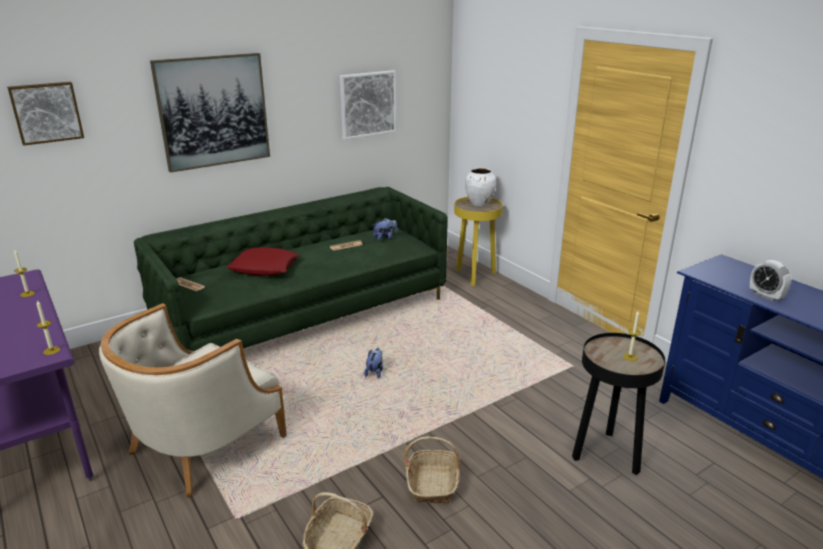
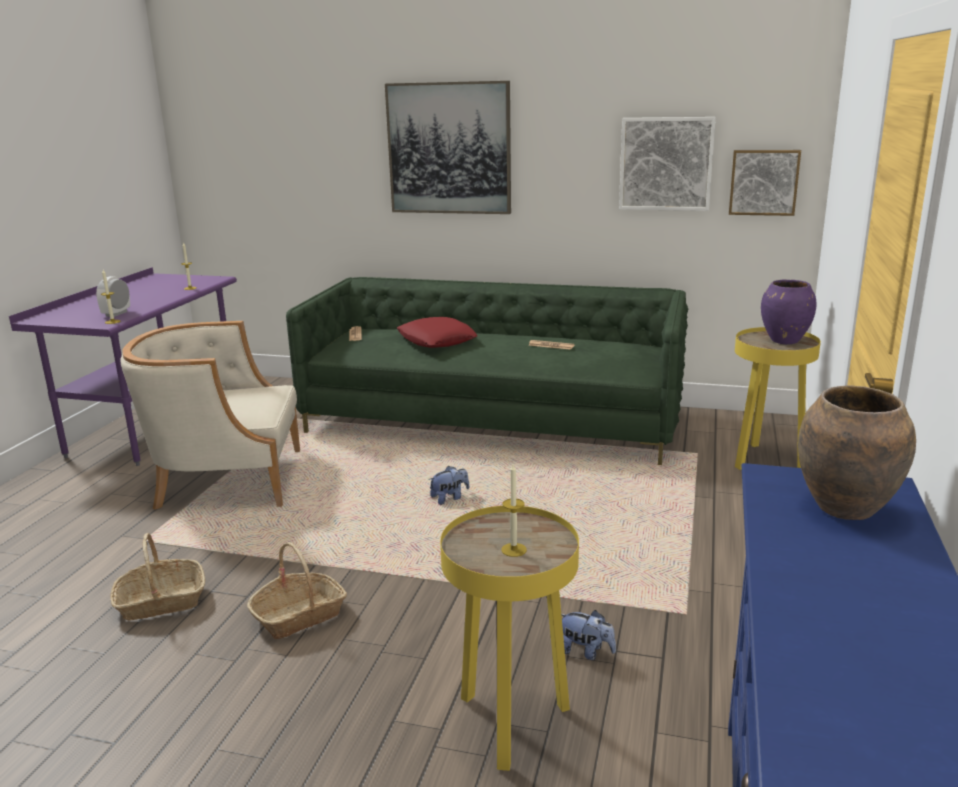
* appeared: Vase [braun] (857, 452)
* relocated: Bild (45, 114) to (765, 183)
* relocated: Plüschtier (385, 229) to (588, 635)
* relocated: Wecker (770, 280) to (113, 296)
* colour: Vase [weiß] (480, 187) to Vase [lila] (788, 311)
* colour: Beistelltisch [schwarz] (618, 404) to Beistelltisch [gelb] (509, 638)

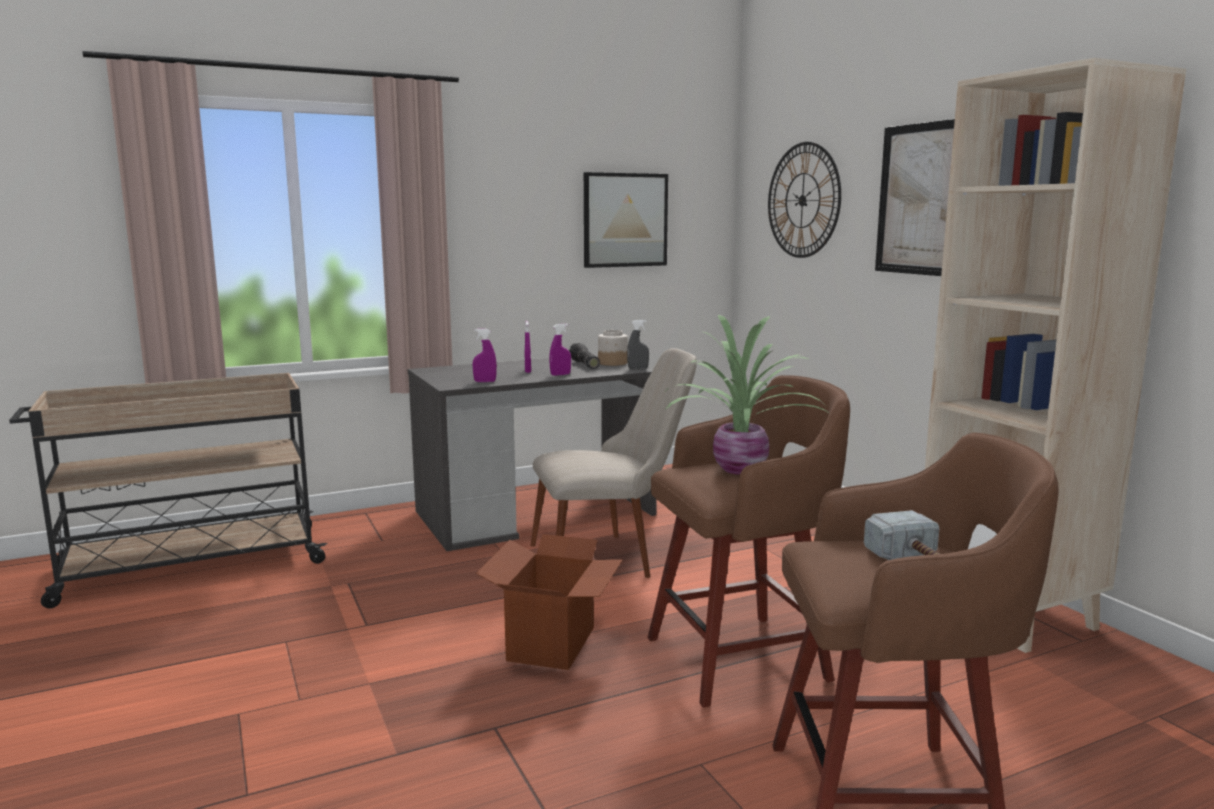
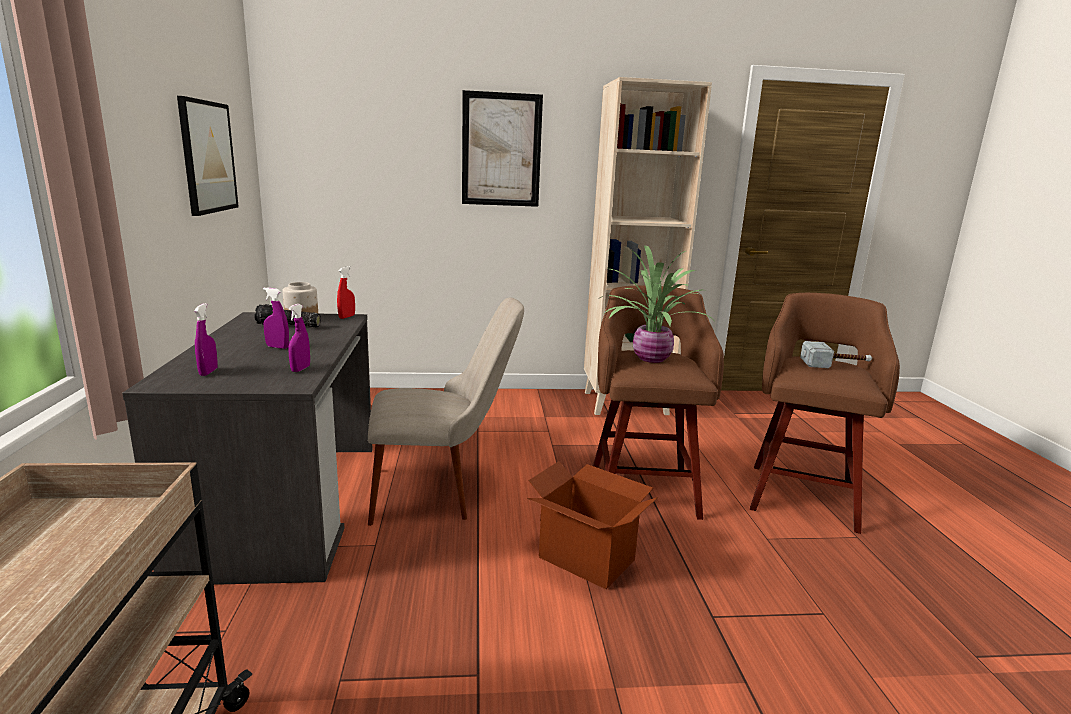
* missing: Wanduhr (804, 200)
* relocated: Sprühflasche [lila] (560, 350) to (206, 339)
* colour: Sprühflasche [grau] (638, 344) to Sprühflasche [rot] (346, 292)
* spun: Stuhl [beige] (613, 463) = (446, 411) 75 degrees clockwise

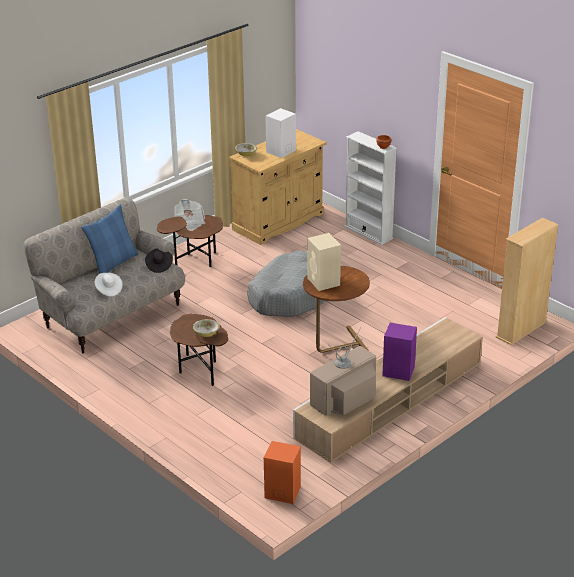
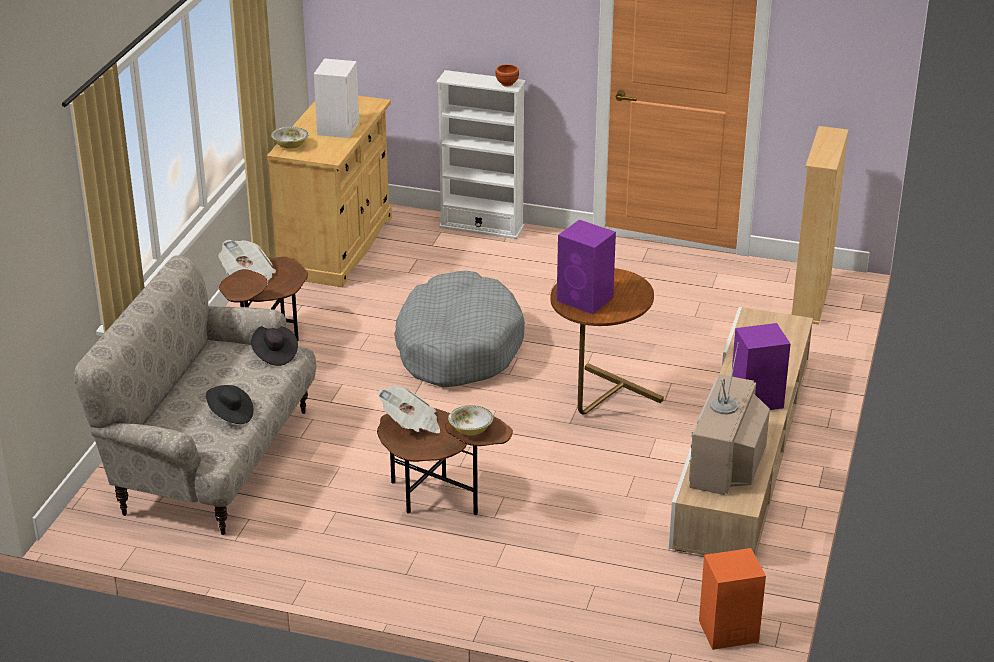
* missing: Kissen [blau] (109, 239)
* appeared: Zeitung (409, 409)
* colour: Hut [weiß] (108, 284) to Hut [schwarz] (230, 404)
* colour: Lautsprecher [beige] (324, 262) to Lautsprecher [lila] (586, 267)

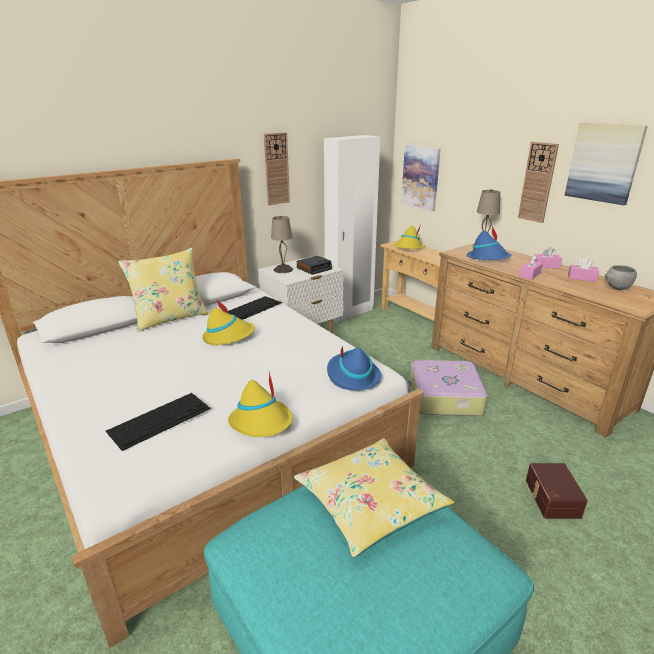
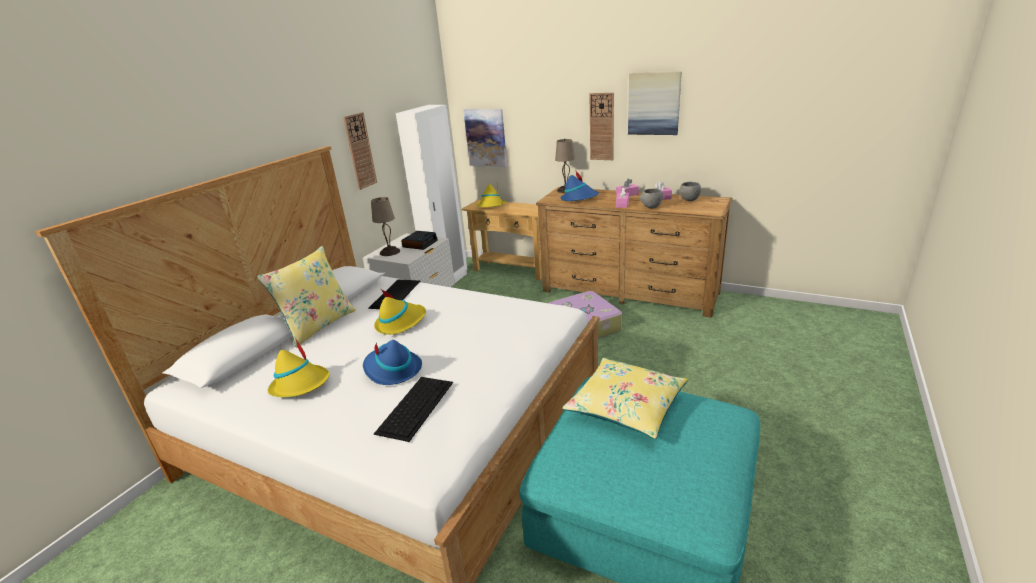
* missing: Aufbewahrungsbox [braun] (557, 491)
* appeared: Schüssel [grau] (651, 198)
* relocated: Hut [gelb] (260, 404) to (298, 367)
* relocated: Hut [blau] (354, 368) to (392, 362)

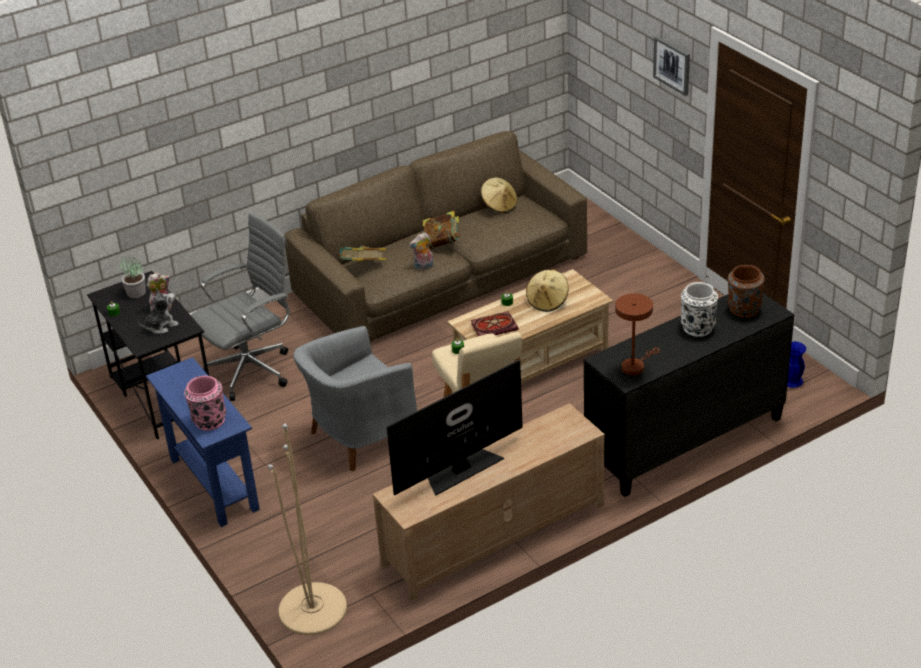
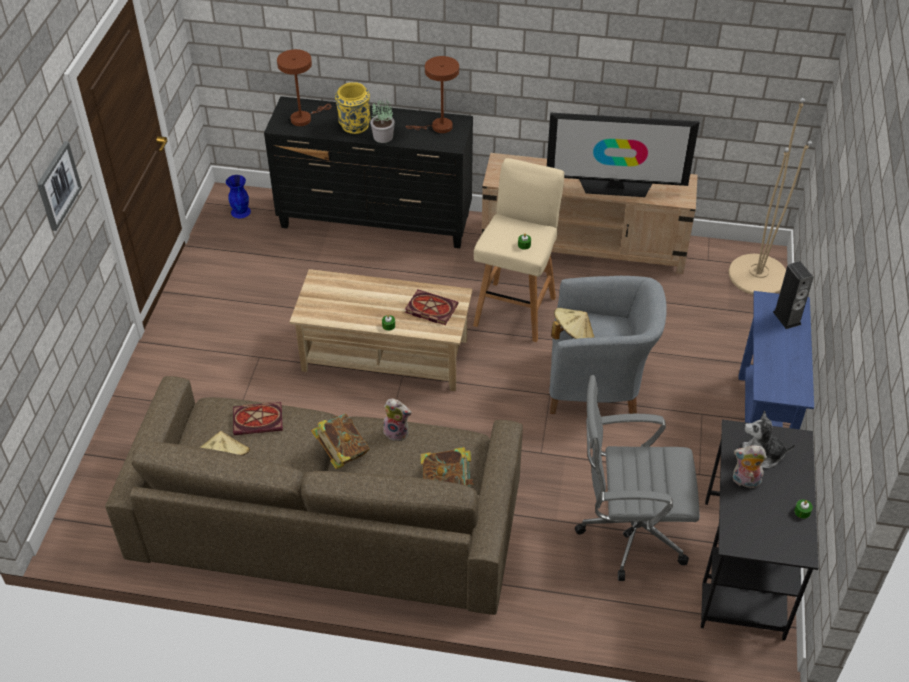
* appeared: Buch (258, 418)
* relocated: Topfpflanze (132, 277) to (382, 121)
* relocated: Hut [beige] (547, 290) to (573, 324)
* exchanged: Vase [rosa] (205, 403) to Lautsprecher (793, 295)
* exchanged: Vase [braun] (746, 291) to Tischlampe [braun] (304, 87)
* colour: Vase [weiß] (699, 309) to Vase [gelb] (353, 108)

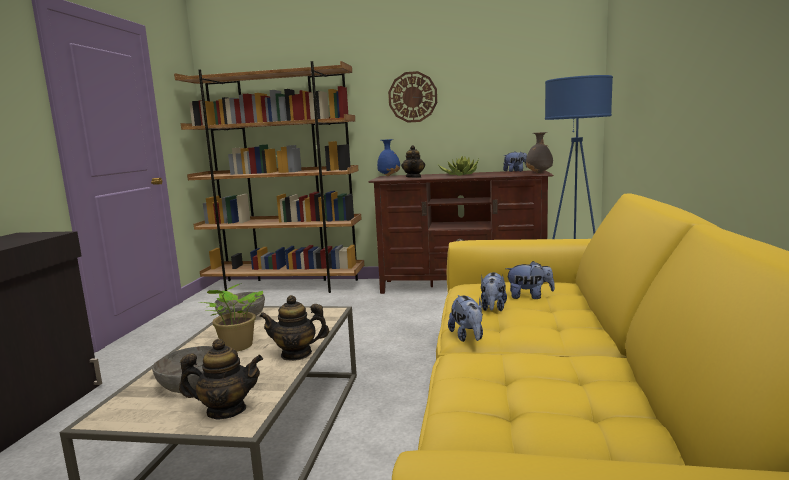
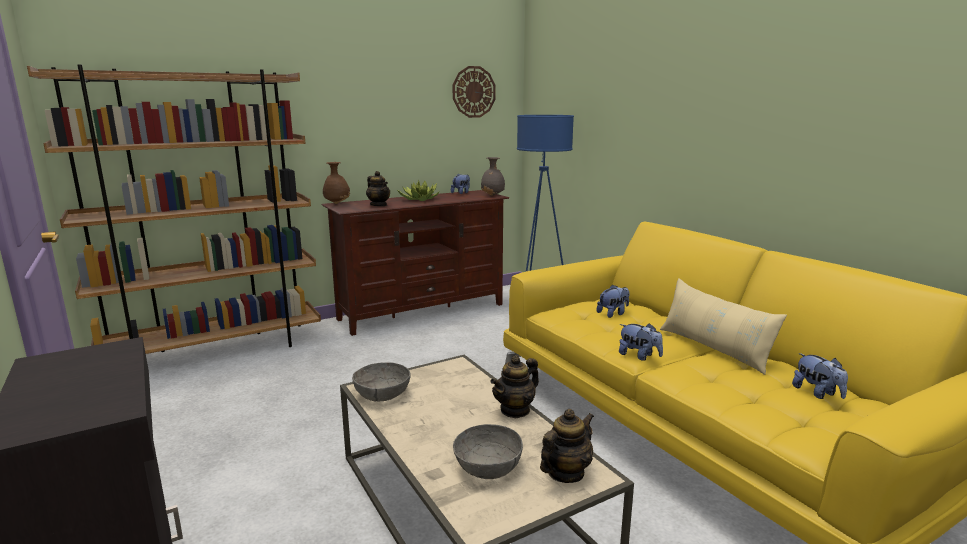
* missing: Topfpflanze (231, 317)
* appeared: Kissen [beige] (723, 326)
* relocated: Wanduhr (412, 97) to (474, 92)
* relocated: Plüschtier (494, 291) to (820, 376)
* colour: Vase [blau] (388, 157) to Vase [braun] (336, 183)

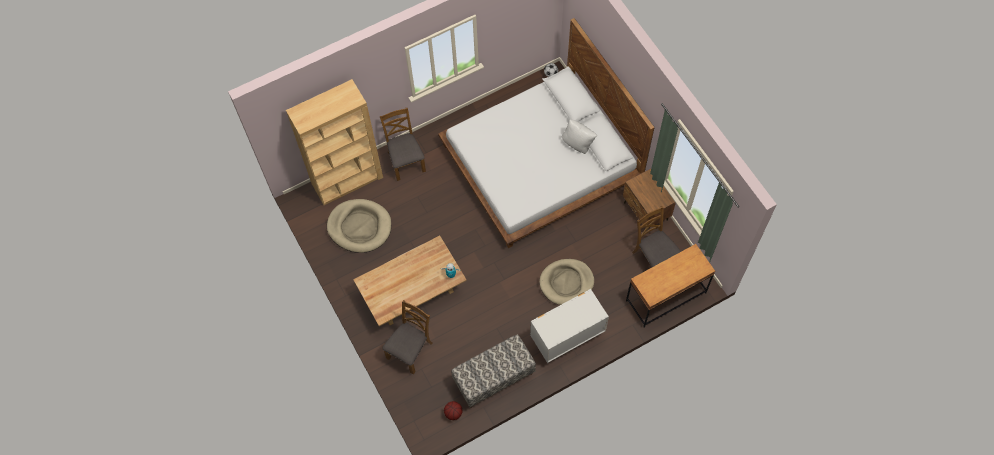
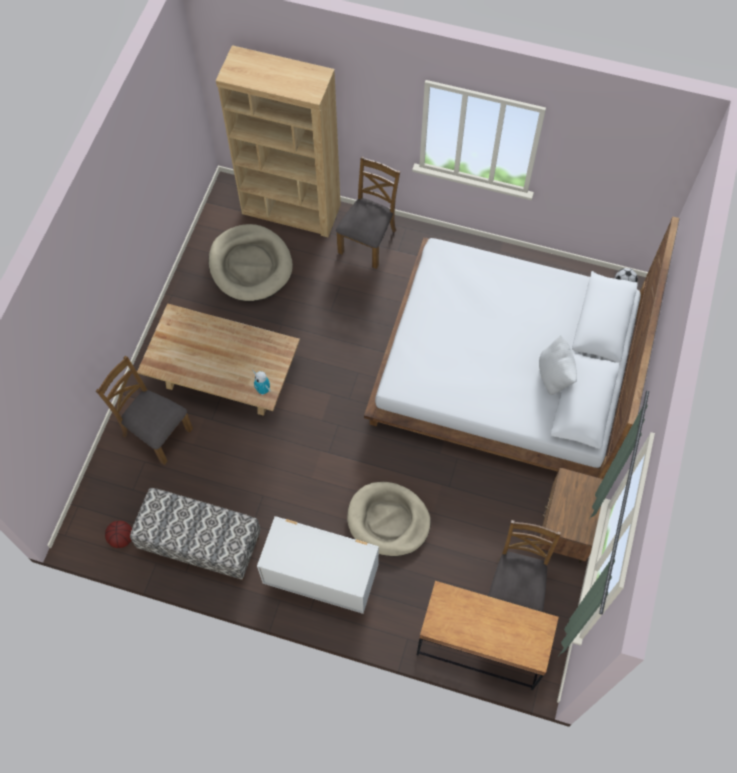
* spun: Stuhl [braun] (407, 337) = (144, 410) 135 degrees counterclockwise

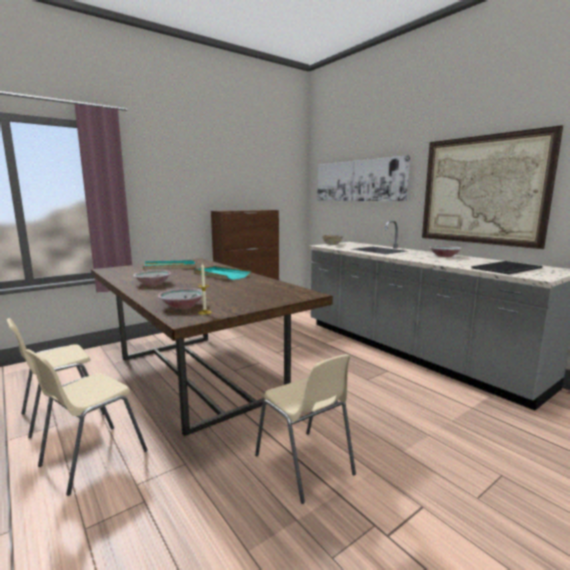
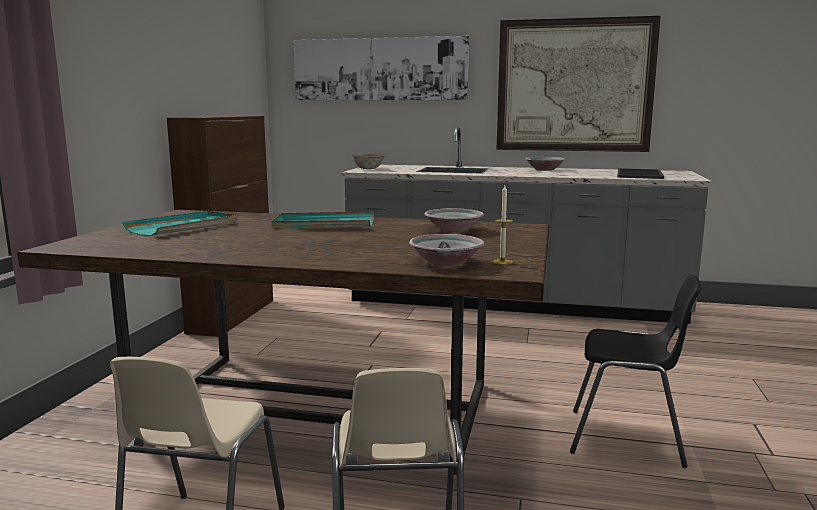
* relocated: Schüssel (152, 278) to (454, 220)
* colour: Stuhl [beige] (305, 429) to Stuhl [schwarz] (635, 371)

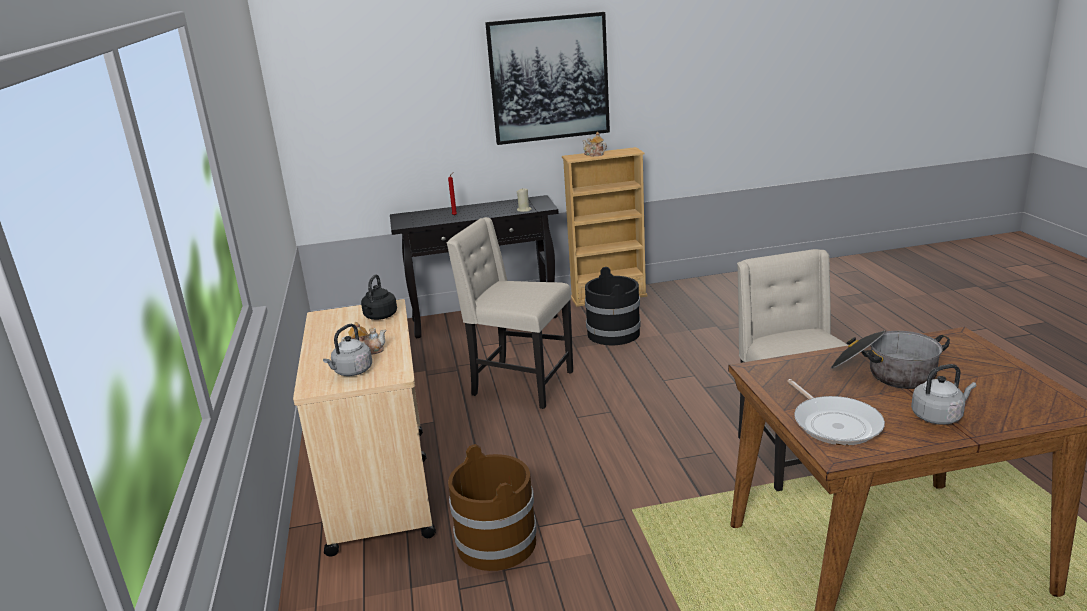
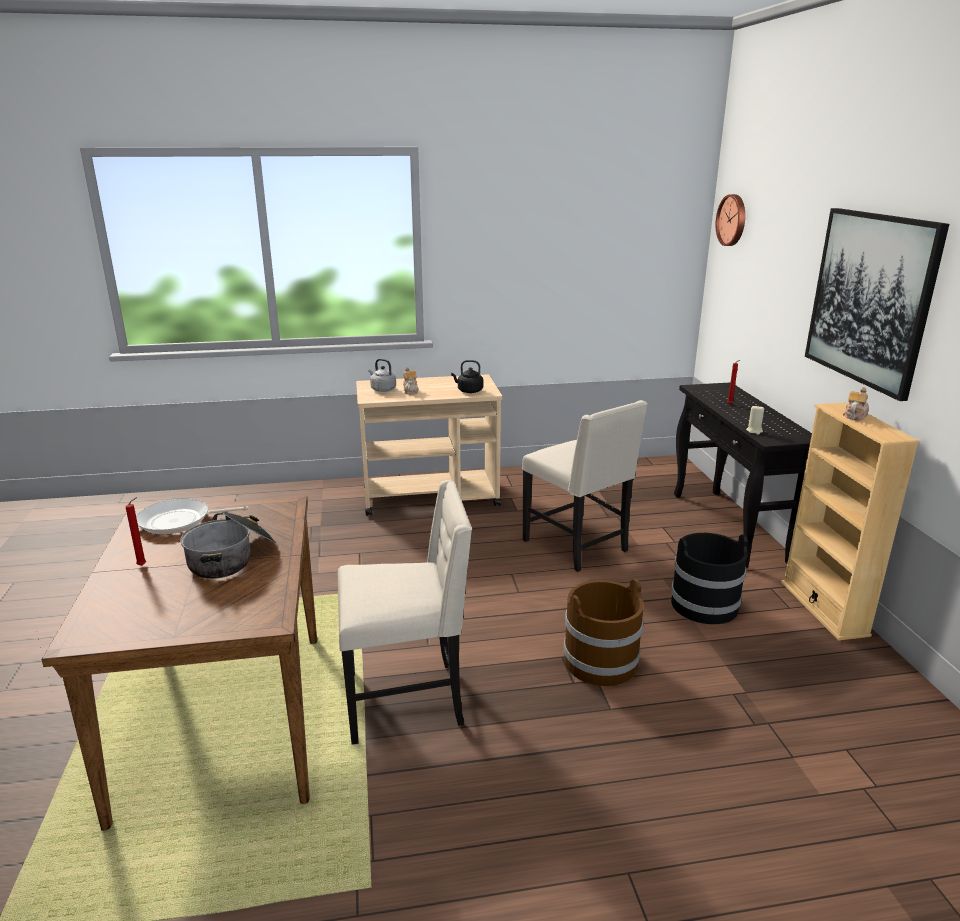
* appeared: Wanduhr (730, 220)
* relocated: Eimer [braun] (492, 507) to (604, 632)
* exchanged: Wasserkessel [grau] (943, 394) to Kerze [rot] (135, 531)
* spun: Stuhl [beige] (510, 313) = (585, 486) 120 degrees clockwise

